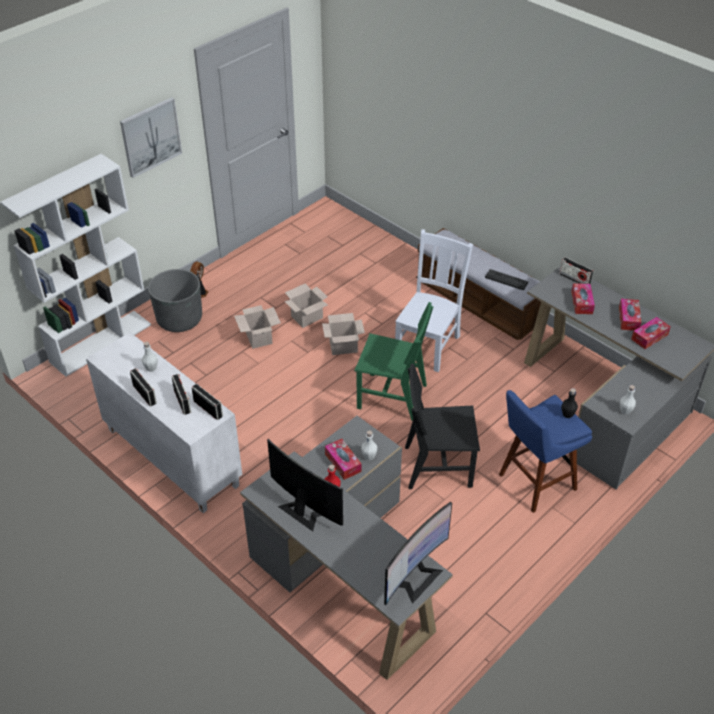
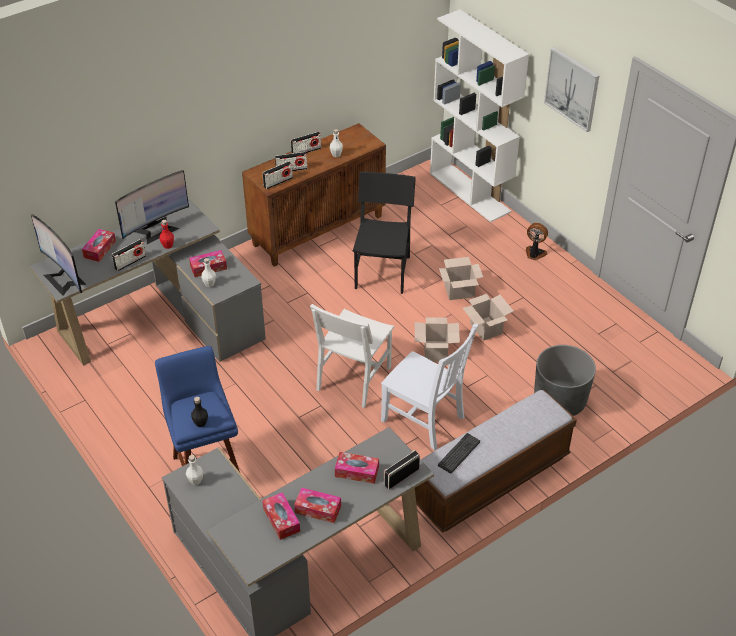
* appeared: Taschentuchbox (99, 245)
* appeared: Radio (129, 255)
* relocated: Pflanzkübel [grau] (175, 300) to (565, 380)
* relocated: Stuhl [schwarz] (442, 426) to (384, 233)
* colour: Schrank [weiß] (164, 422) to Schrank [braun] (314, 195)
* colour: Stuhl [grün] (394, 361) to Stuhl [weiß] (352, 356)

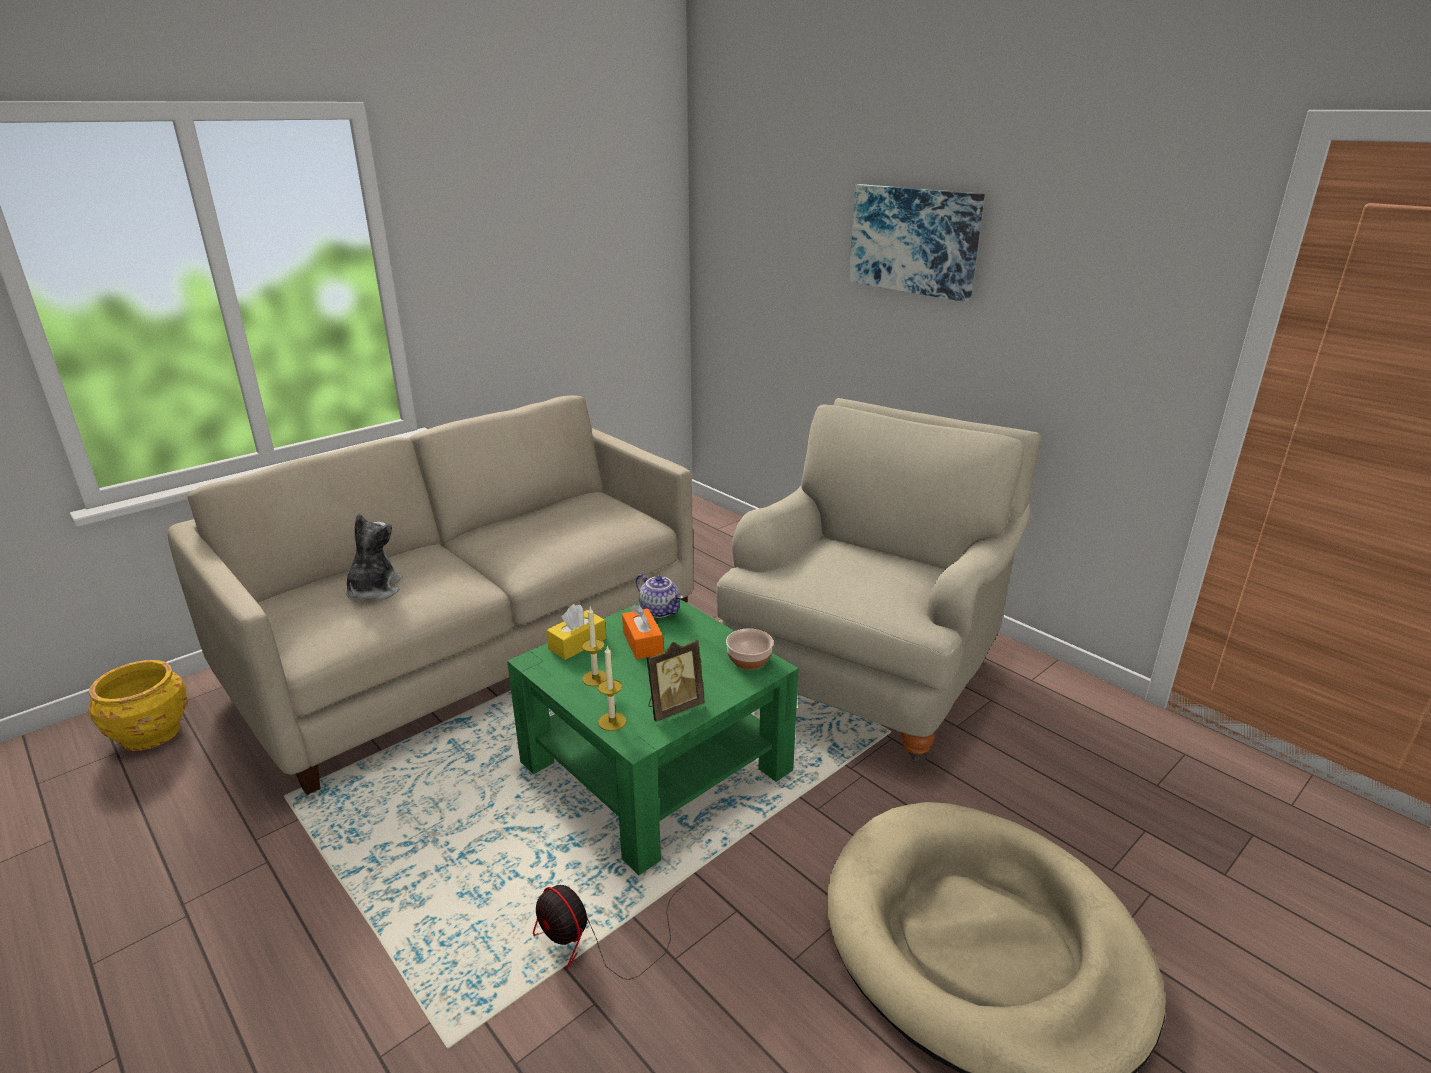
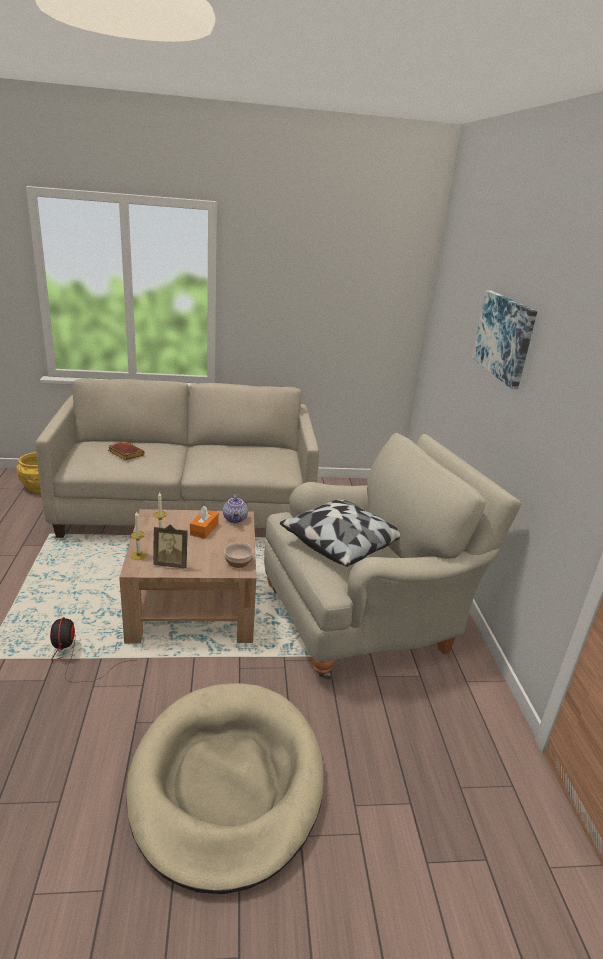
* missing: Taschentuchbox [gelb] (576, 632)
* appeared: Kissen (340, 533)
* exchanged: Plüschtier (374, 557) to Buch [braun] (126, 451)
* colour: Couchtisch [grün] (653, 737) to Couchtisch [braun] (187, 576)

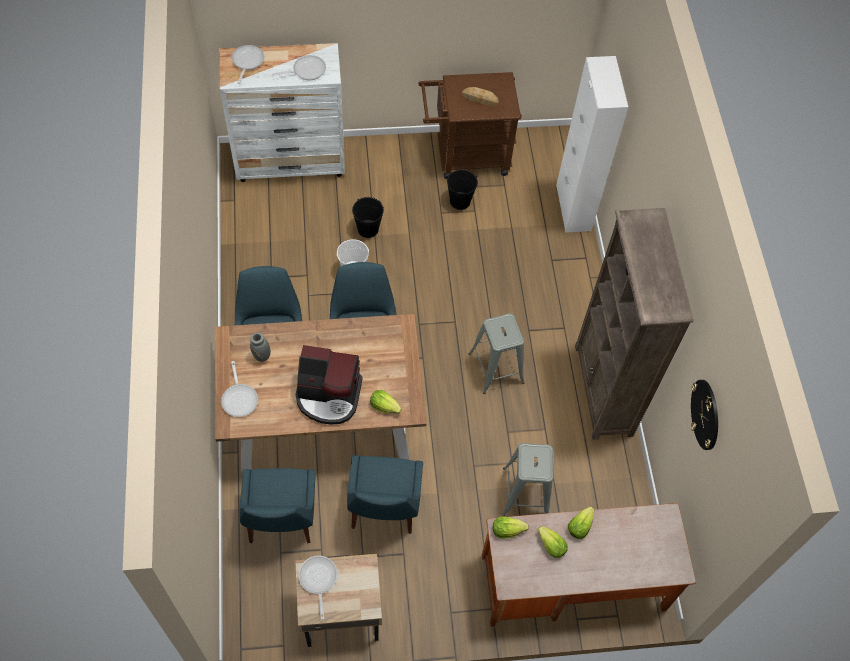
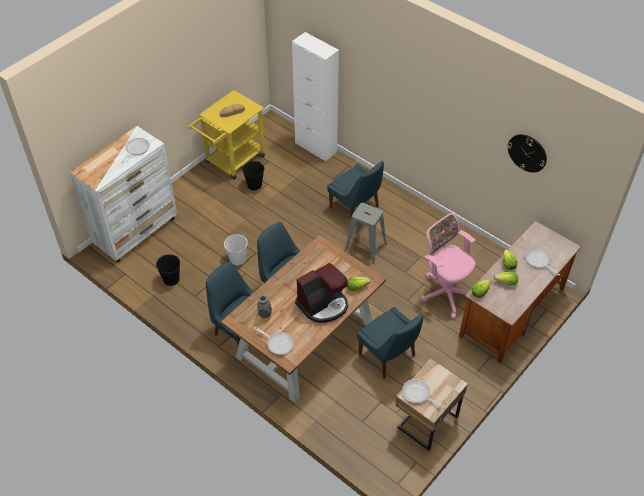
* missing: Bücherregal [braun] (634, 324)
* relocated: Pfanne (248, 64) to (542, 262)
* relocated: Stuhl [blau] (277, 506) to (355, 189)
* relocated: Eimer [schwarz] (368, 217) to (168, 270)
* exchanged: Hocker [grau] (527, 479) to Bürostuhl [rosa] (448, 266)
* colour: Rollwagen [braun] (470, 125) to Rollwagen [gelb] (226, 135)

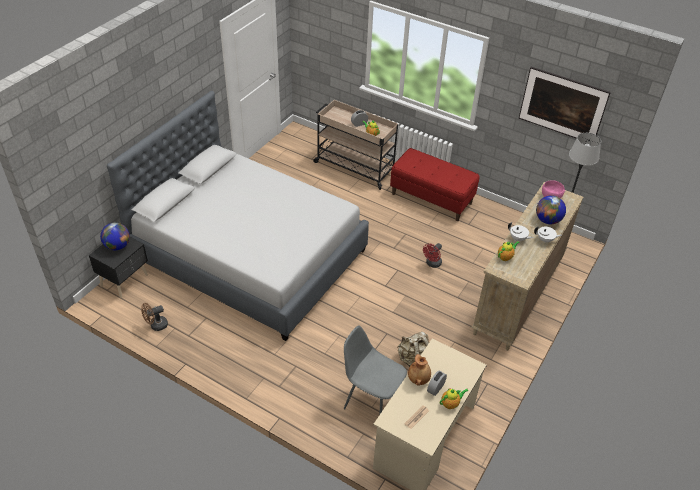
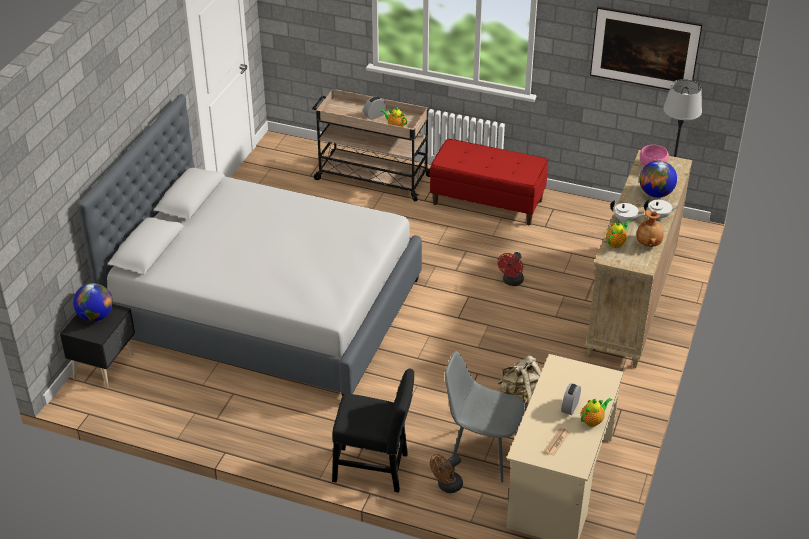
* appeared: Stuhl [schwarz] (373, 430)
* relocated: Ventilator [braun] (154, 317) to (446, 473)
* relocated: Vase [braun] (419, 370) to (650, 228)

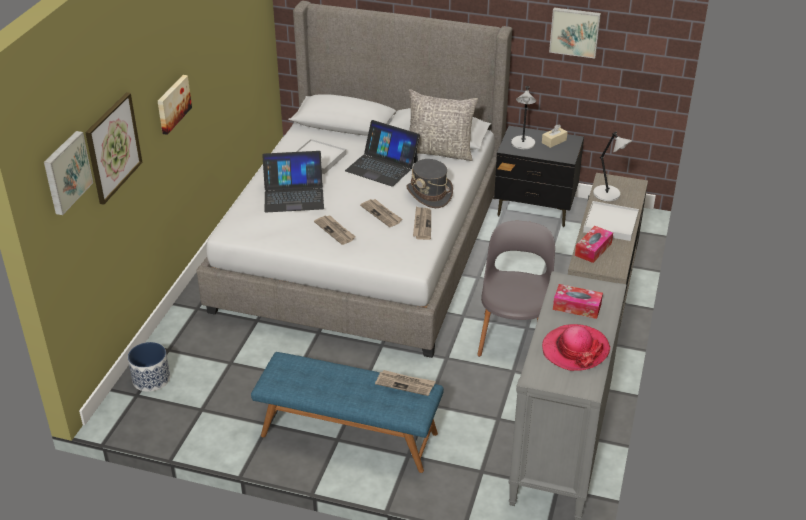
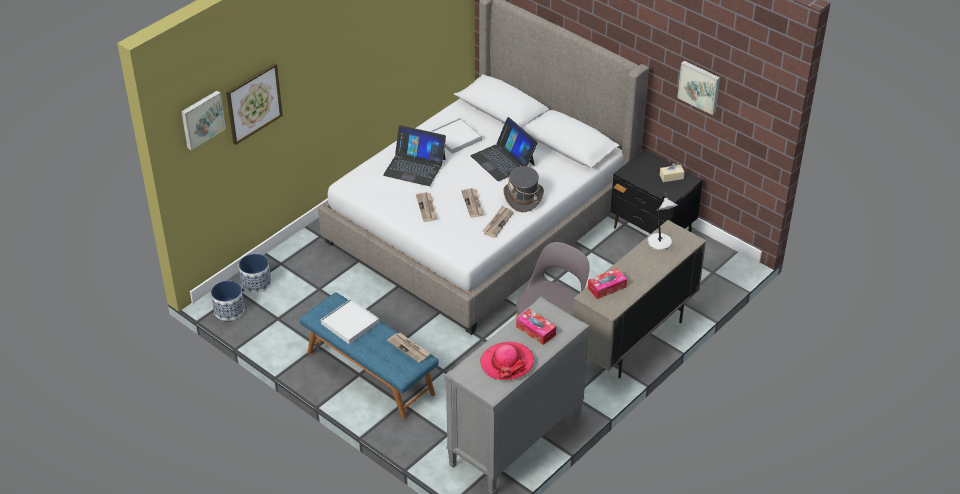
* missing: Bild (175, 105)
* missing: Kissen [grau] (443, 125)
* missing: Tischlampe [grau] (523, 117)
* appeared: Pflanzkübel (228, 300)
* relocated: Tablett [weiß] (611, 221) to (350, 321)

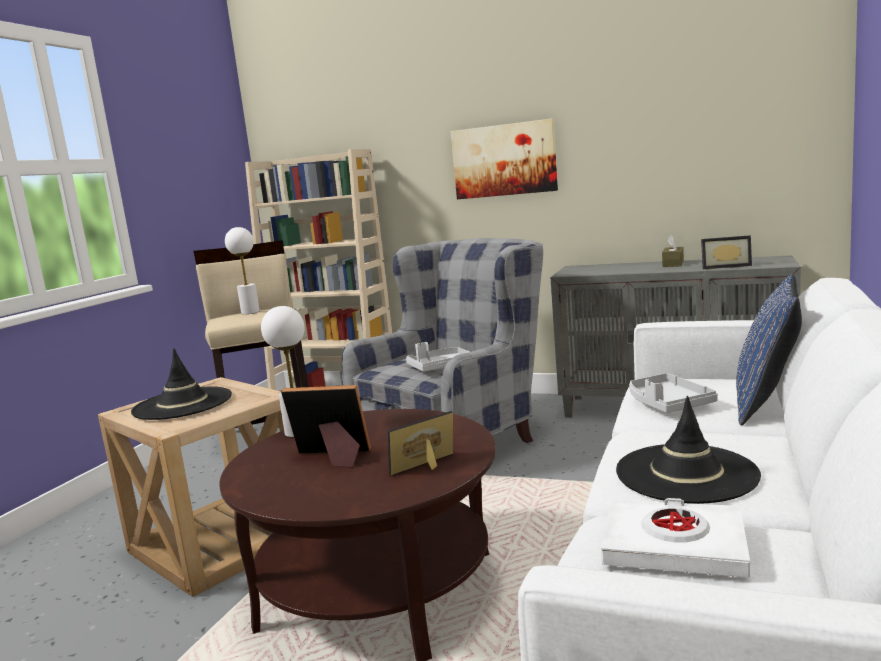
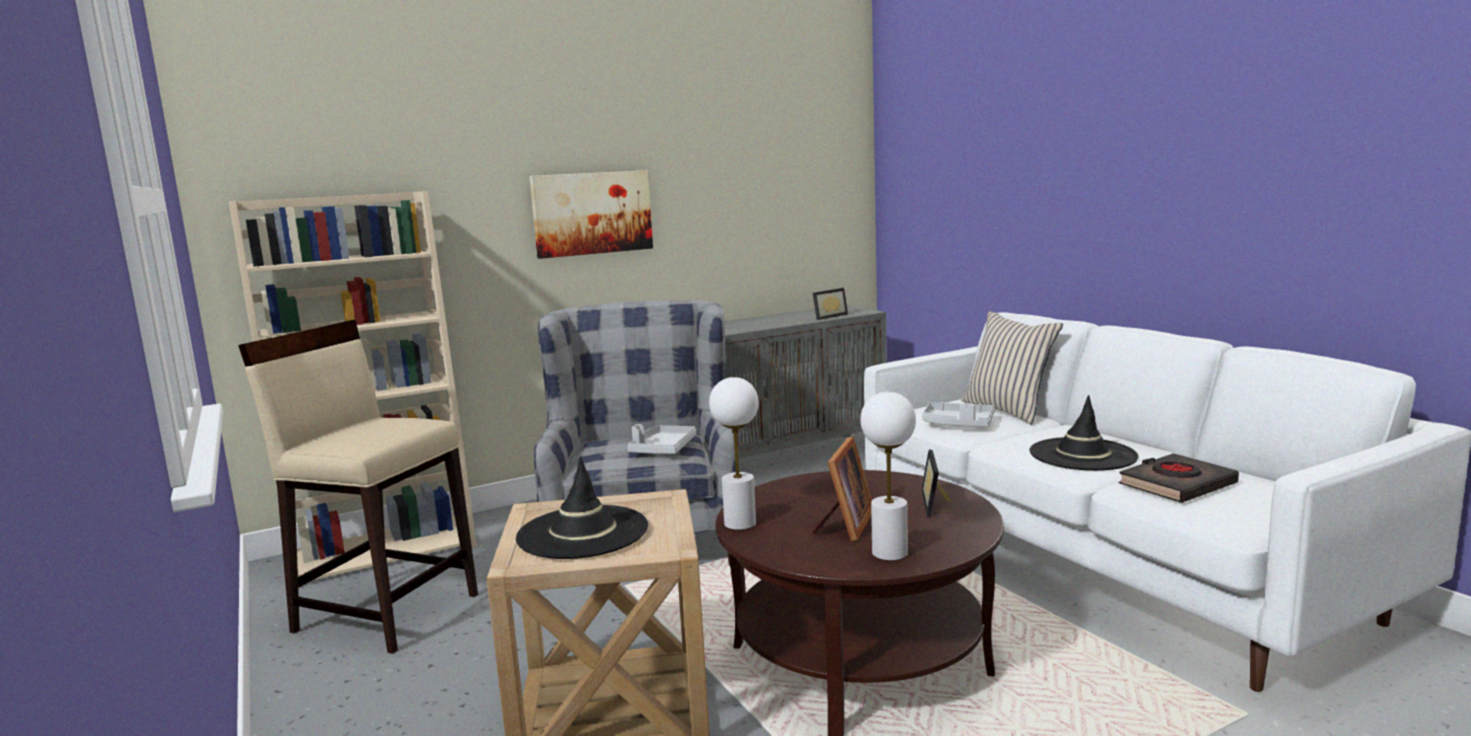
* missing: Taschentuchbox [braun] (673, 251)
* relocated: Tischlampe [weiß] (242, 270) to (888, 476)
* colour: Buch [weiß] (675, 538) to Buch [schwarz] (1178, 478)
* colour: Kissen [blau] (769, 350) to Kissen [beige] (1012, 368)
* spun: Bilderrahmen (326, 426) = (842, 489) 150 degrees clockwise

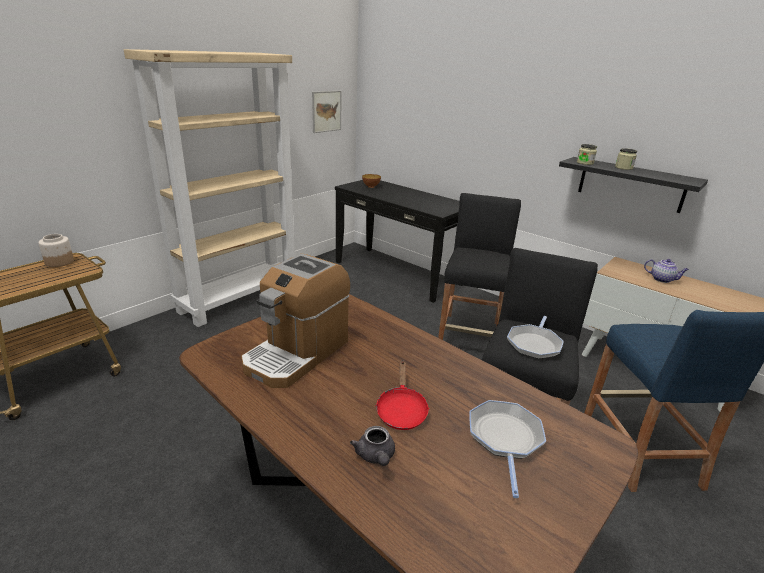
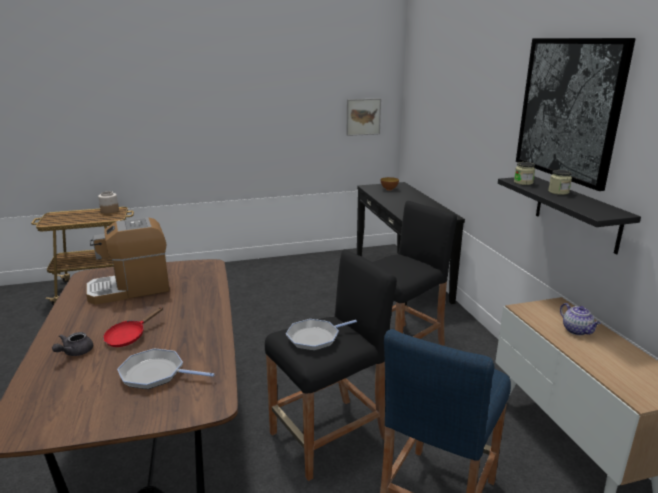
* missing: Bücherregal [beige] (209, 188)
* appeared: Bild (576, 114)
* spun: Pfanne (507, 449) = (166, 368) 120 degrees counterclockwise

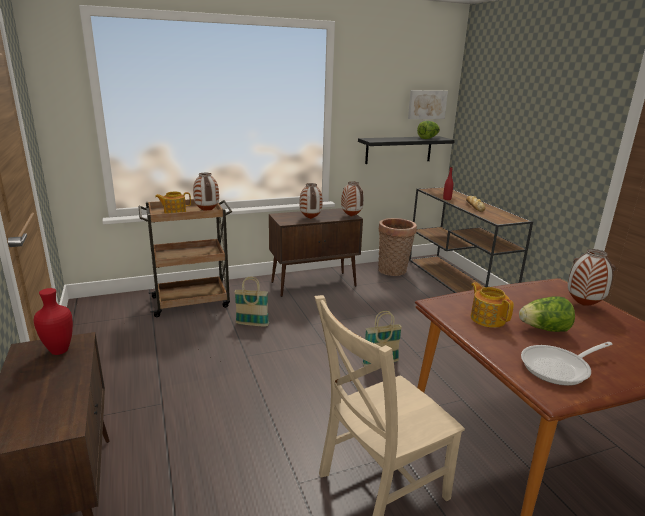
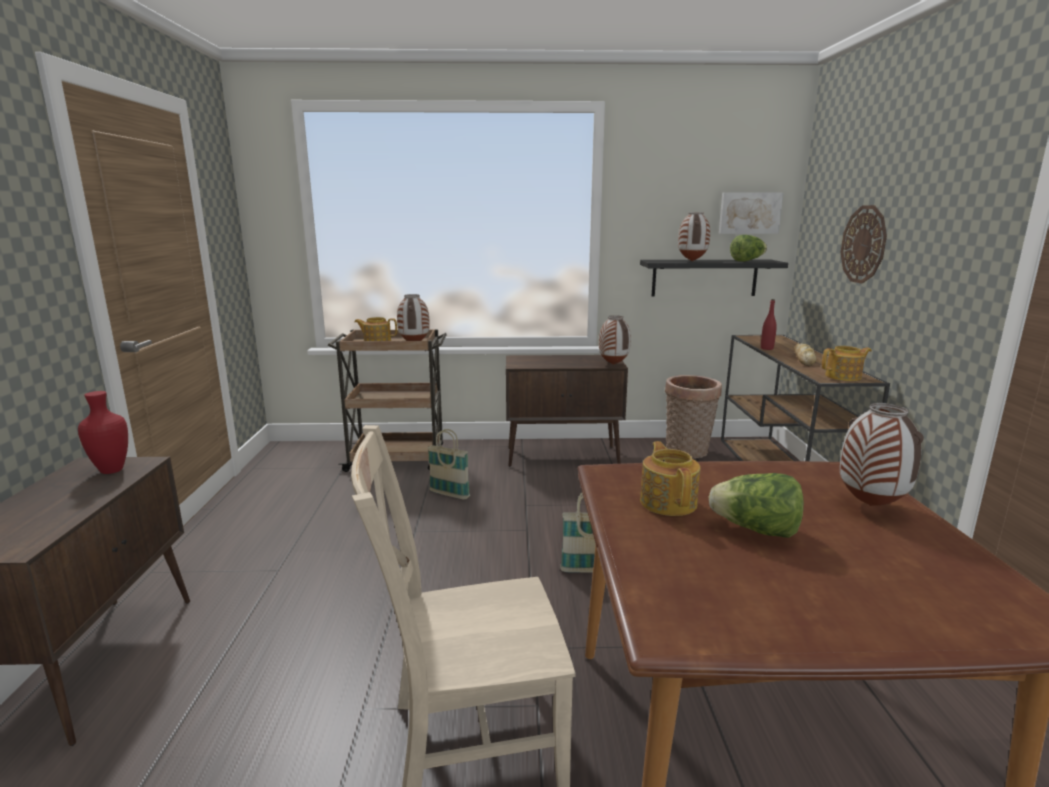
* missing: Pfanne (567, 364)
* appeared: Teekanne (847, 363)
* appeared: Wanduhr (864, 244)
* relocated: Vase (311, 201) to (694, 236)

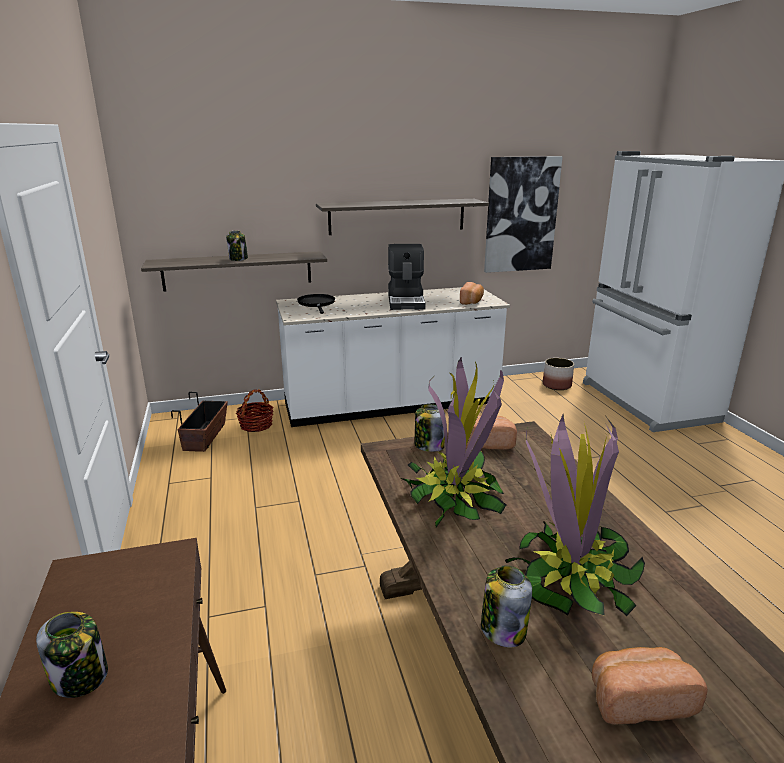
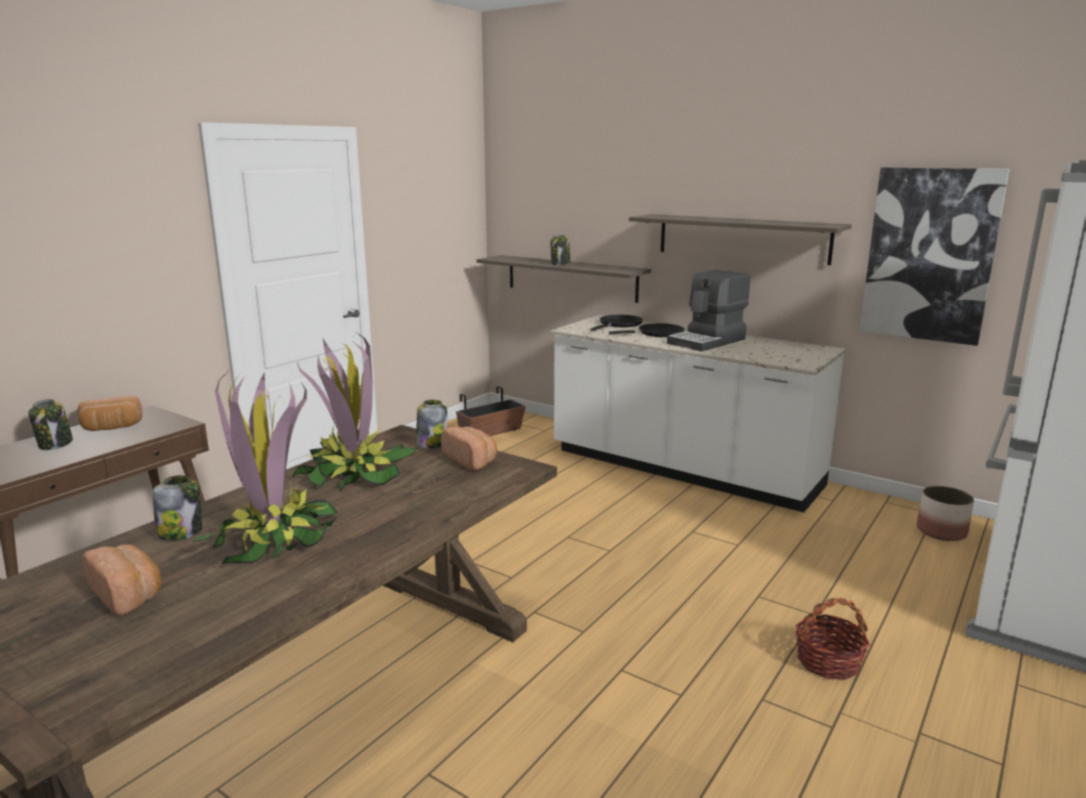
* appeared: Pfanne [schwarz] (646, 330)
* relocated: Korb (254, 410) to (833, 639)
* relocated: Brot (472, 293) to (110, 413)

